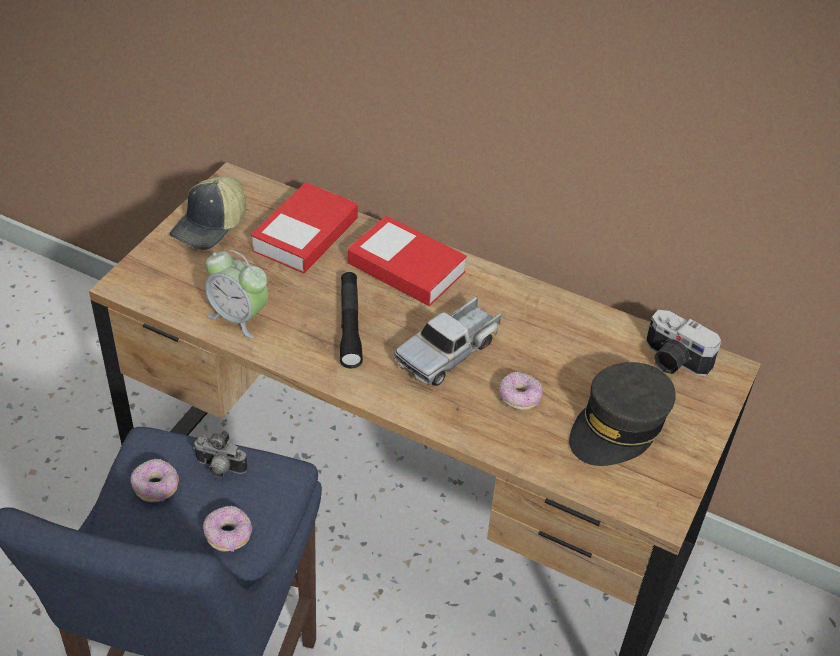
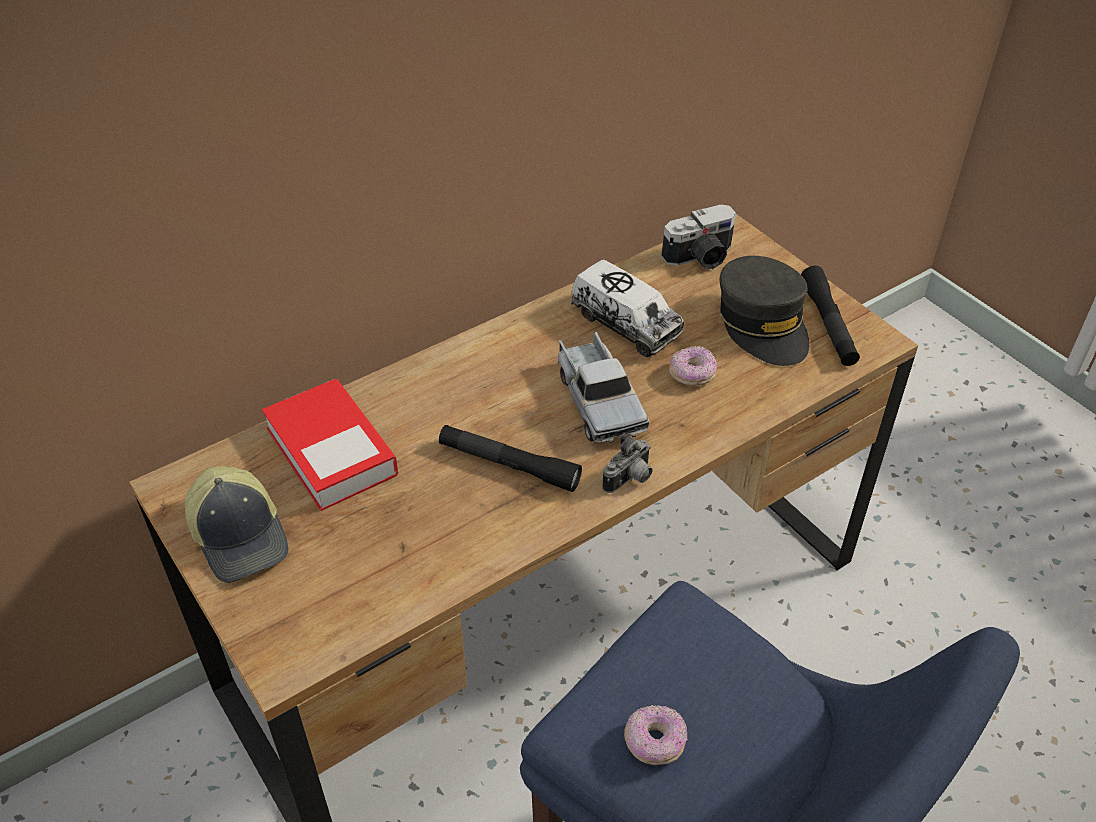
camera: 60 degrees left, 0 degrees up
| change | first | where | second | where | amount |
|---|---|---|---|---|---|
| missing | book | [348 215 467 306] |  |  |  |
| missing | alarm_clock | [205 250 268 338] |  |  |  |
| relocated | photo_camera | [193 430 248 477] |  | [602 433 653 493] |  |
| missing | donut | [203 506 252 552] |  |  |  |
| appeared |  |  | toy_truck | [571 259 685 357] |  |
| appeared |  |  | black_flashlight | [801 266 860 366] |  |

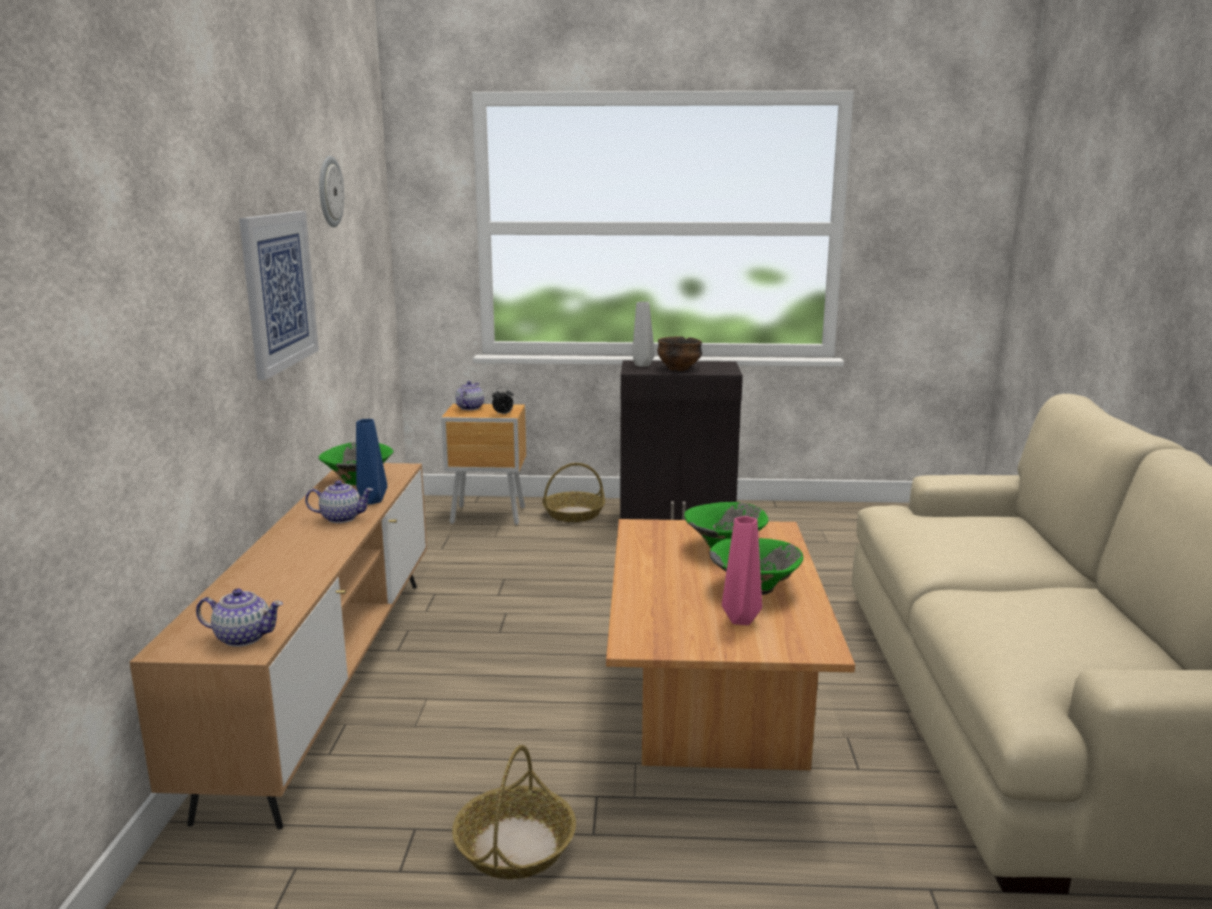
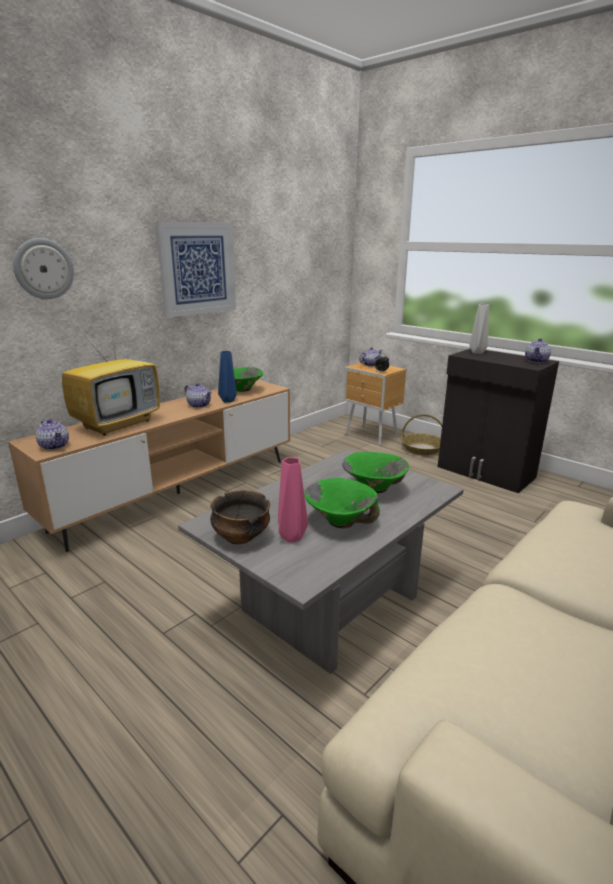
camera: 40 degrees right, 5 degrees up
| change | first | where | second | where | amount |
|---|---|---|---|---|---|
| relocated | wall_clock | [319 156 344 228] |  | [13 238 74 299] |  |
| relocated | bowl | [657 336 702 371] |  | [210 490 270 544] |  |
| colour | brown_coffee_table | [606 519 855 770] | grey_coffee_table | [178 449 464 674] |  |
| missing | basket | [452 745 576 879] |  |  |  |
| appeared |  |  | television | [62 321 160 436] |  |
| appeared |  |  | teapot | [525 338 551 363] |  |

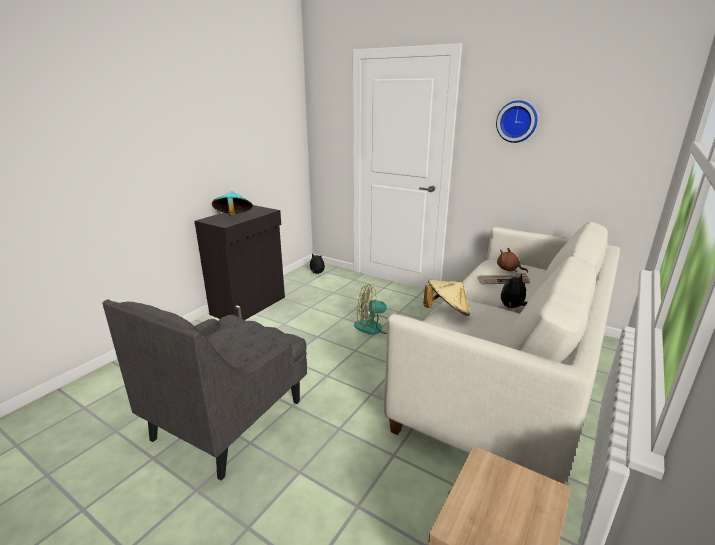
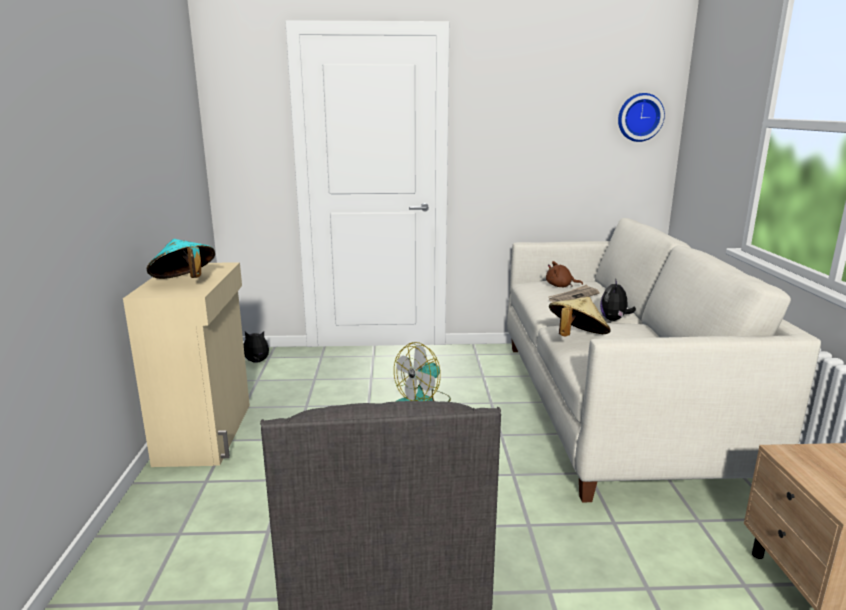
camera: 35 degrees left, 5 degrees down
| change | first | where | second | where | amount |
|---|---|---|---|---|---|
| relocated | wall_clock | [496 100 538 143] |  | [618 93 665 142] |  |
| colour | black_cabinet | [194 205 285 320] | beige_cabinet | [123 262 250 467] |  |

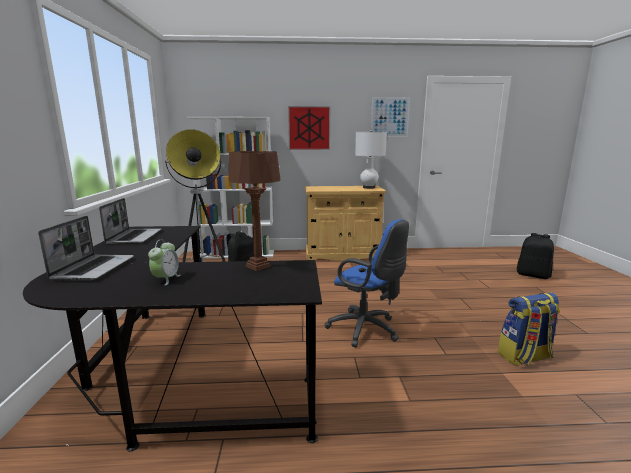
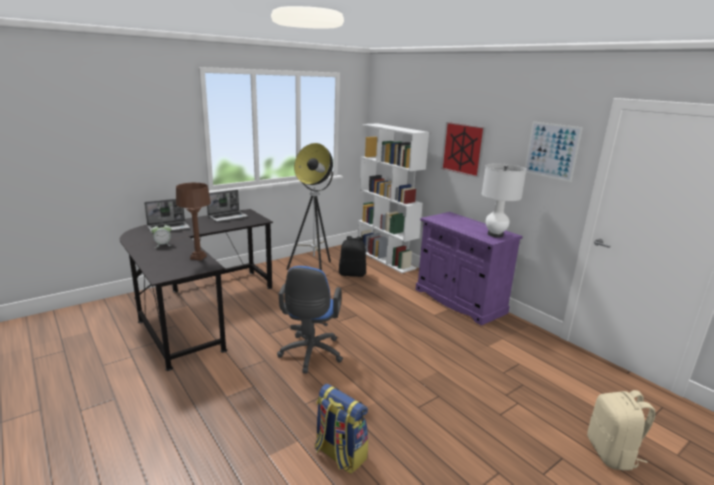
camera: 55 degrees right, 5 degrees up
| change | first | where | second | where | amount |
|---|---|---|---|---|---|
| colour | beige_cabinet | [305 186 387 261] | purple_cabinet | [416 212 523 326] |  |
| colour | black_backpack | [517 233 554 279] | beige_backpack | [587 390 656 471] |  |

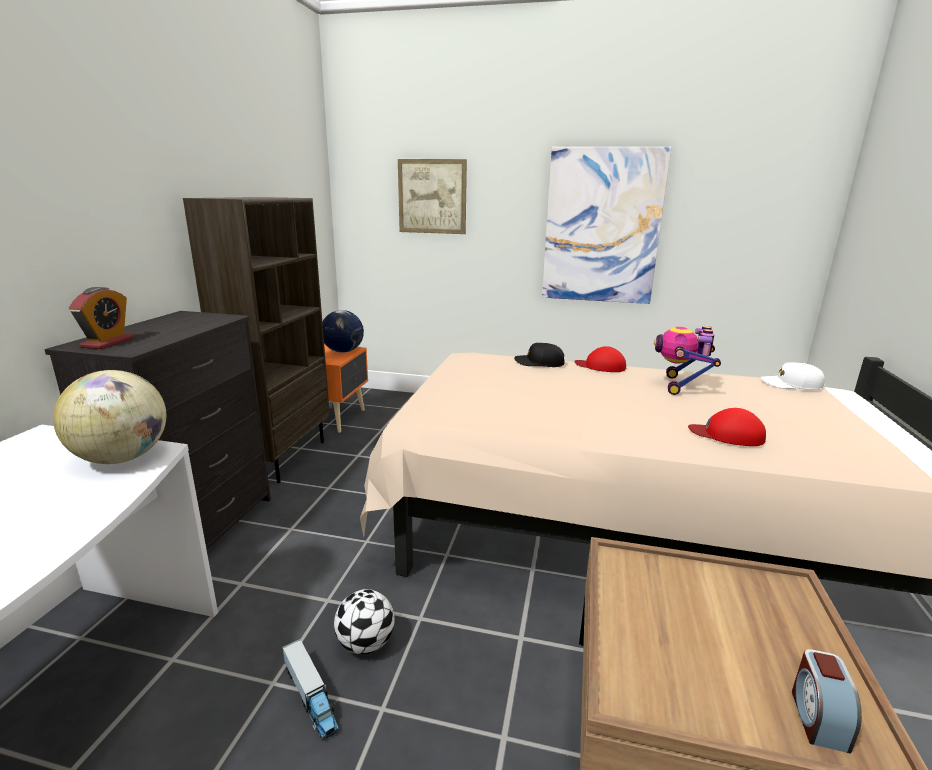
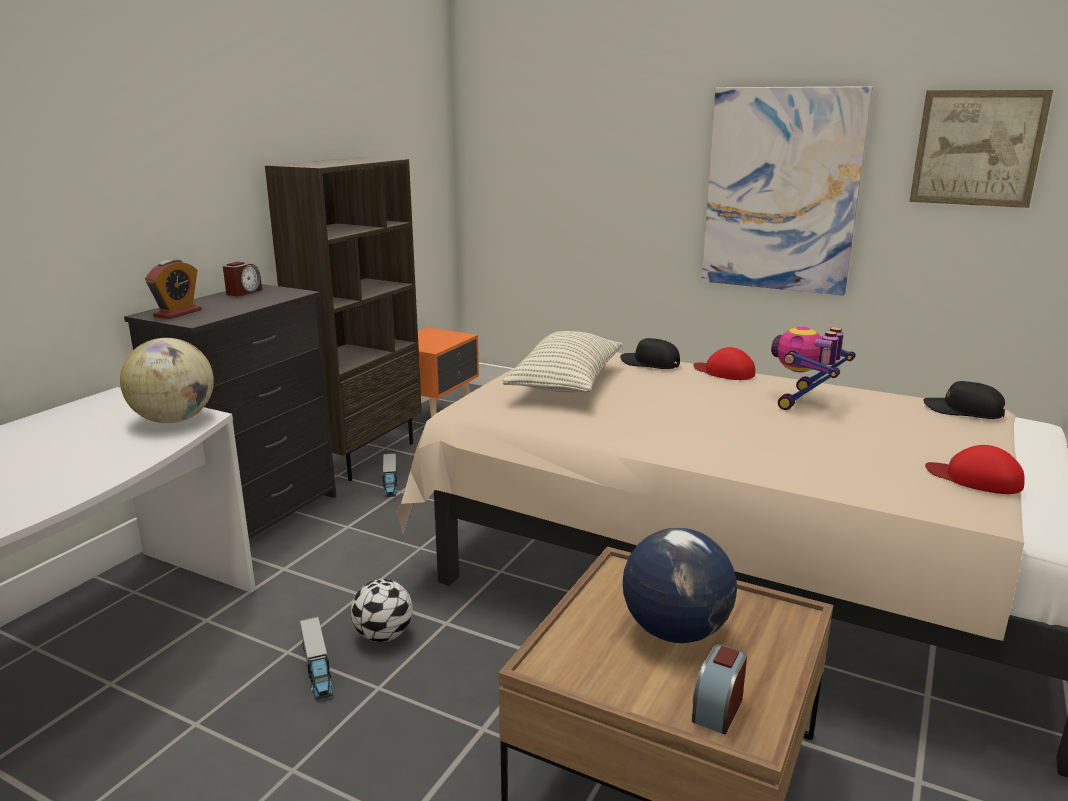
camera: 15 degrees right, 0 degrees up
| change | first | where | second | where | amount |
|---|---|---|---|---|---|
| relocated | picture | [398 159 467 234] |  | [909 90 1053 208] |  |
| relocated | globe | [322 310 364 353] |  | [623 528 737 643] |  |
| colour | white_cap | [761 362 825 390] | black_cap | [923 381 1005 419] |  |
| relocated | red_cap | [688 408 766 446] |  | [925 445 1025 494] |  |
| appeared |  |  | alarm_clock | [223 262 262 296] |  |
| appeared |  |  | pillow | [503 331 623 393] |  |
| appeared |  |  | toy_truck | [383 453 397 497] |  |

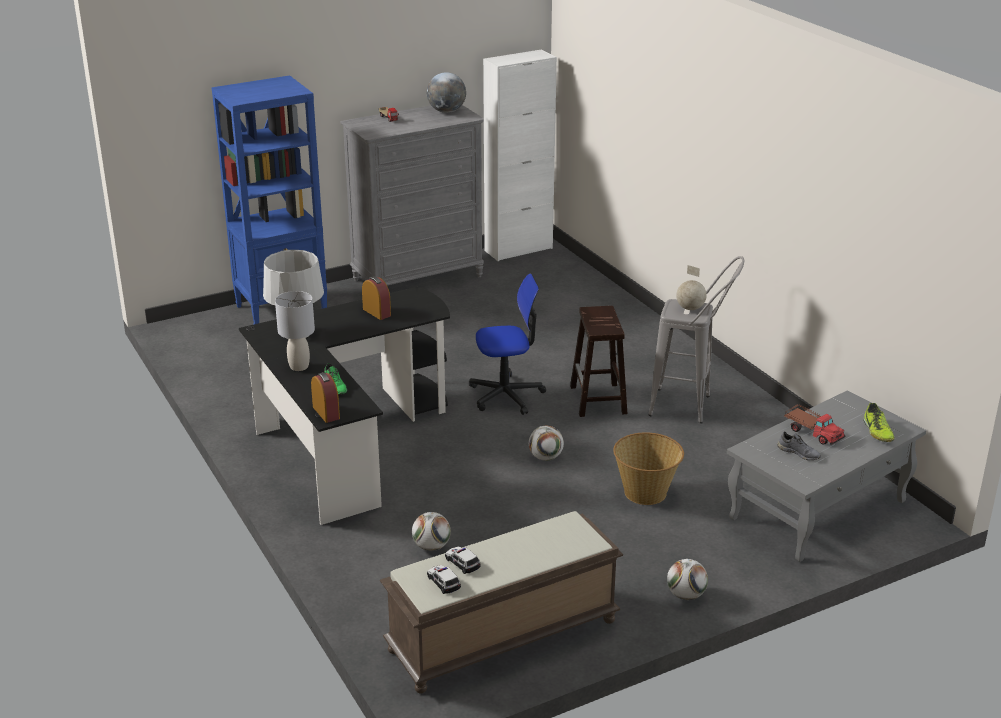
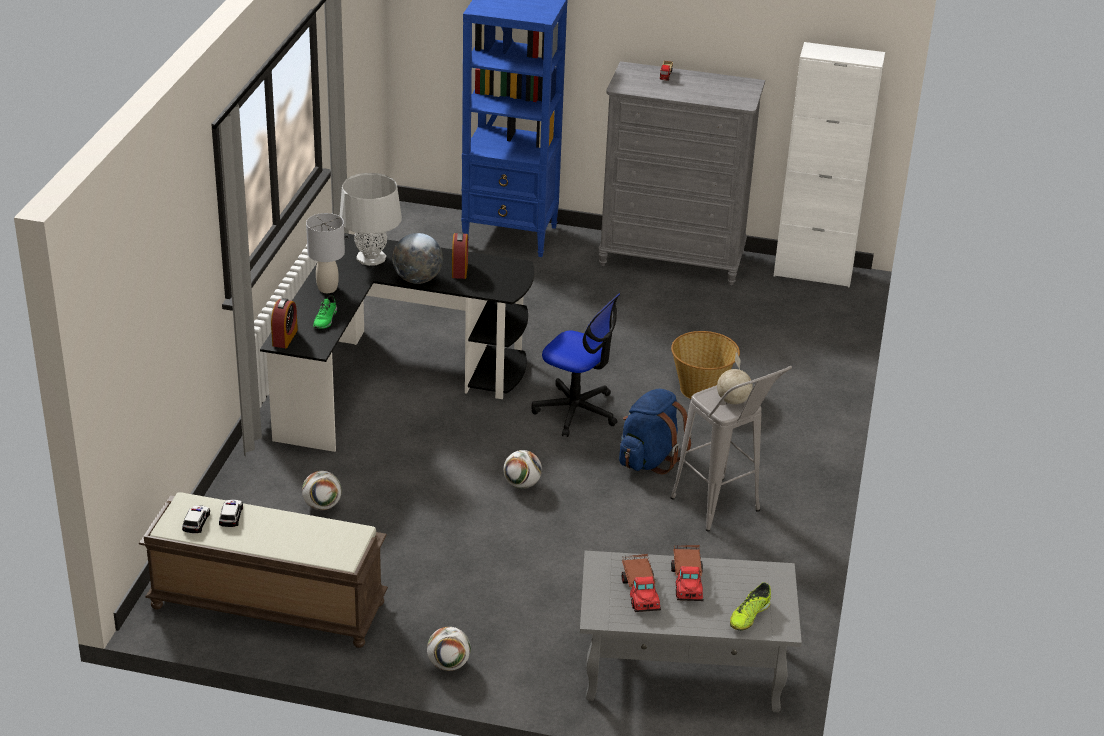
camera: 40 degrees right, 5 degrees up
| change | first | where | second | where | amount |
|---|---|---|---|---|---|
| relocated | globe | [427 72 466 113] |  | [392 233 443 284] |  |
| exchanged | brown_stool | [570 306 628 417] | blue_backpack | [619 389 691 475] |  |
| exchanged | grey_shoe | [777 432 821 460] | toy_truck | [622 554 661 612] |  |
| relocated | basket | [613 433 684 505] |  | [671 331 740 399] |  |

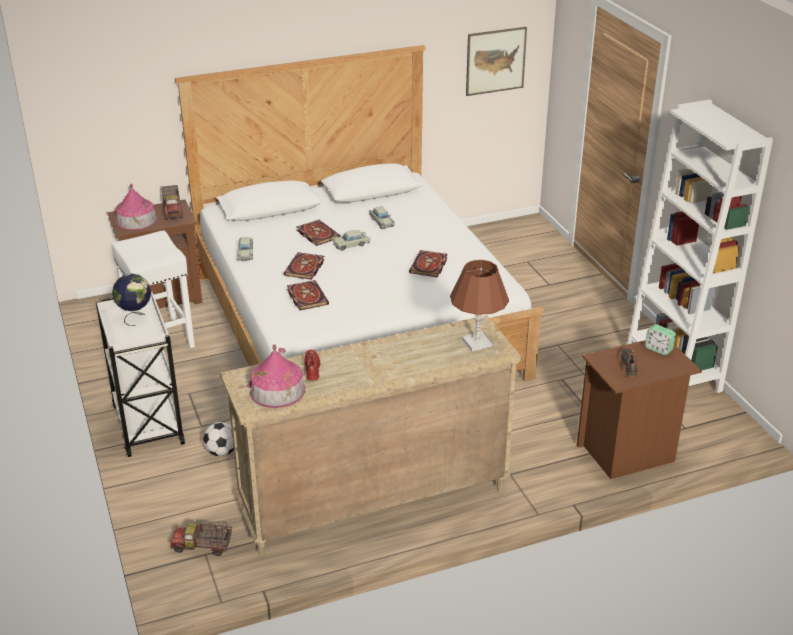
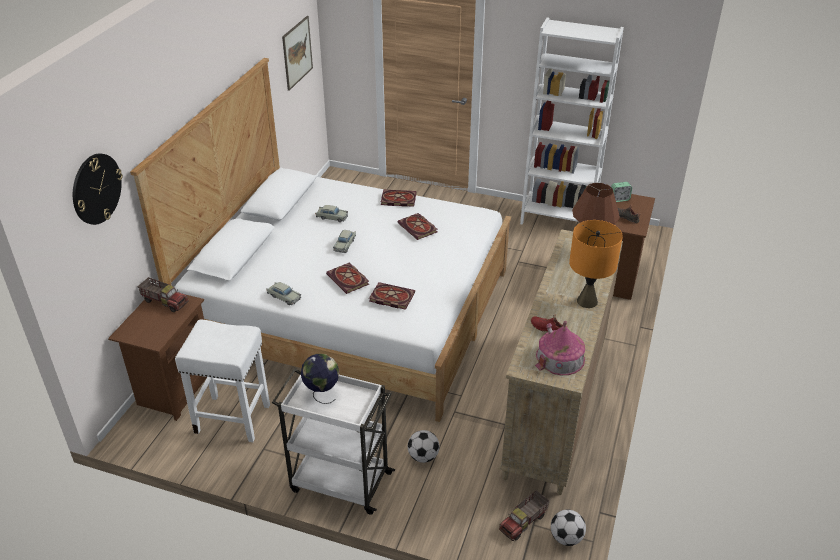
camera: 50 degrees left, 5 degrees up
| change | first | where | second | where | amount |
|---|---|---|---|---|---|
| missing | toy_house | [115 184 157 230] |  |  |  |
| relocated | book | [297 220 340 246] |  | [381 190 416 207] |  |
| appeared |  |  | wall_clock | [73 154 123 225] |  |
| appeared |  |  | orange_table_lamp | [569 220 623 308] |  |
| appeared |  |  | football | [551 510 586 546] |  |

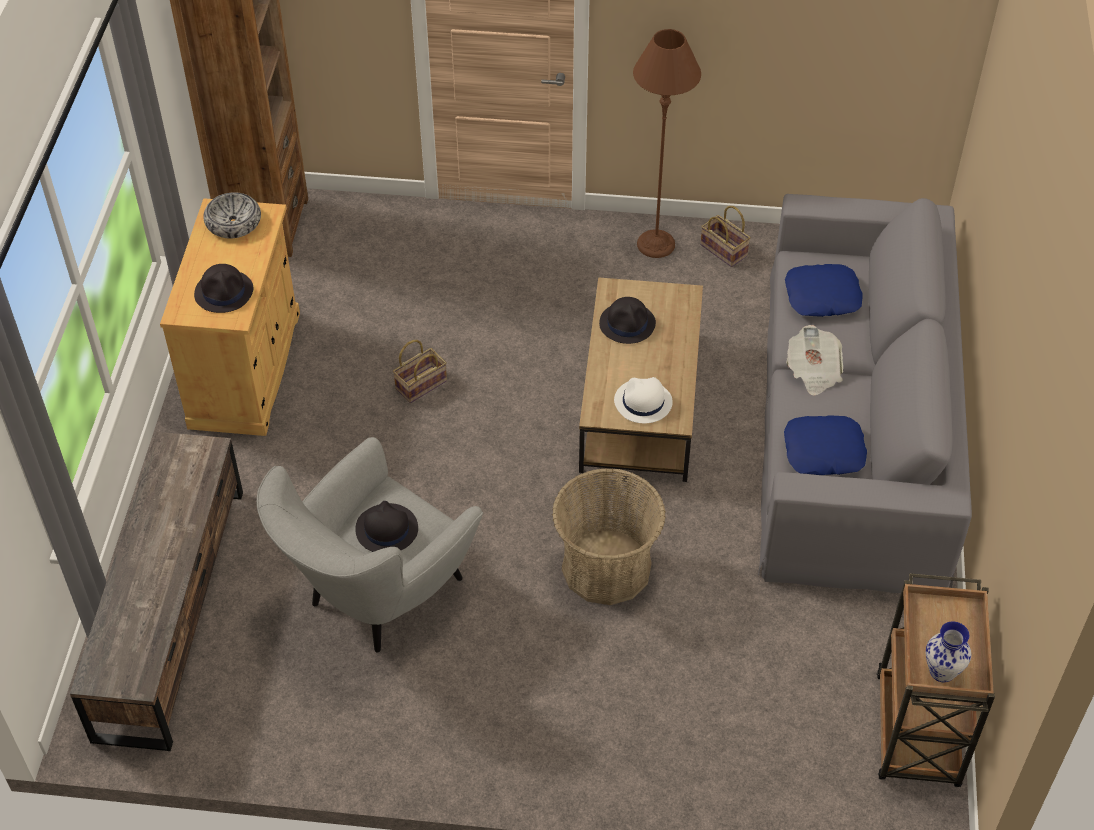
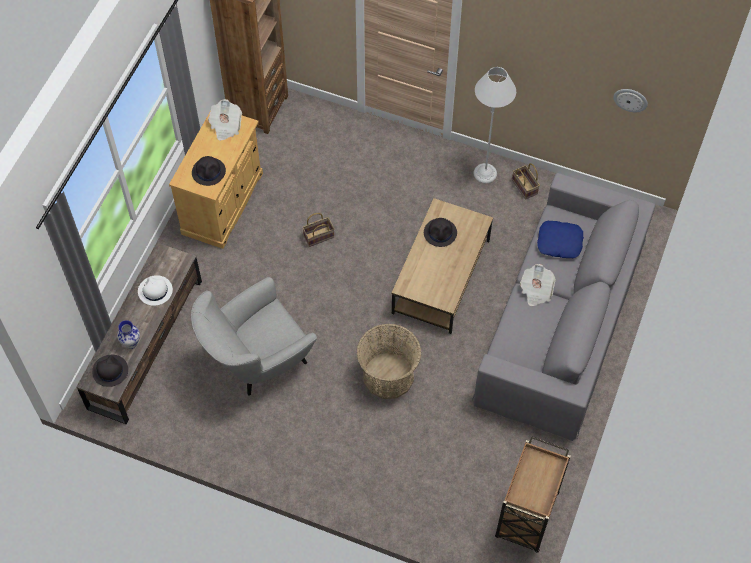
camera: 15 degrees right, 10 degrees up
| change | first | where | second | where | amount |
|---|---|---|---|---|---|
| colour | brown_floor_lamp | [633 29 701 258] | grey_floor_lamp | [473 67 516 183] |  |
| exchanged | bowl | [203 192 261 238] | newspaper | [208 99 242 141] |  |
| relocated | white_hat | [614 377 673 423] |  | [138 275 173 306] |  |
| missing | blue_pillow | [784 415 867 475] |  |  |  |
| relocated | black_hat | [355 501 418 552] |  | [92 355 128 387] |  |
| relocated | vase | [926 621 971 682] |  | [117 320 140 349] |  |
| appeared |  |  | wall_clock | [613 89 648 112] |  |

